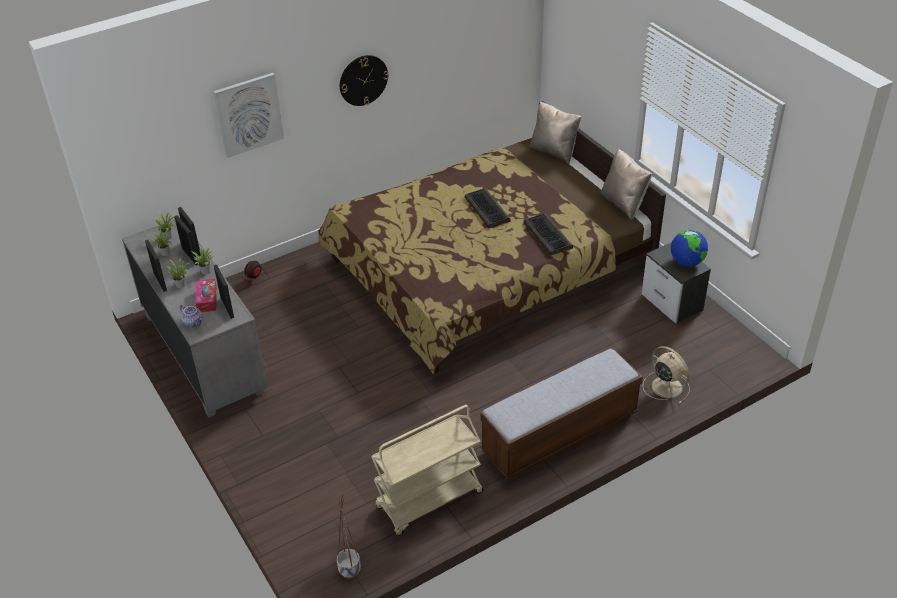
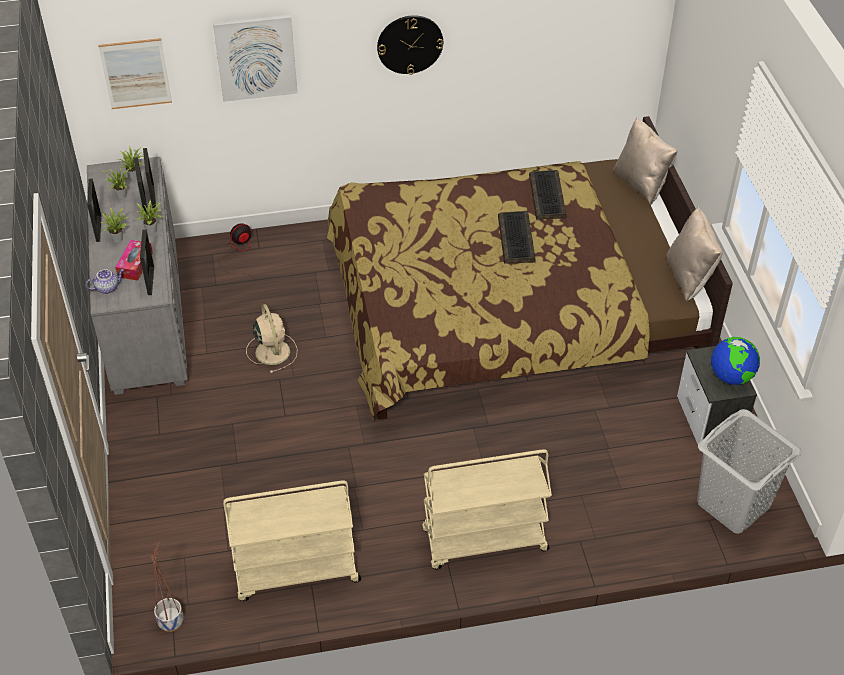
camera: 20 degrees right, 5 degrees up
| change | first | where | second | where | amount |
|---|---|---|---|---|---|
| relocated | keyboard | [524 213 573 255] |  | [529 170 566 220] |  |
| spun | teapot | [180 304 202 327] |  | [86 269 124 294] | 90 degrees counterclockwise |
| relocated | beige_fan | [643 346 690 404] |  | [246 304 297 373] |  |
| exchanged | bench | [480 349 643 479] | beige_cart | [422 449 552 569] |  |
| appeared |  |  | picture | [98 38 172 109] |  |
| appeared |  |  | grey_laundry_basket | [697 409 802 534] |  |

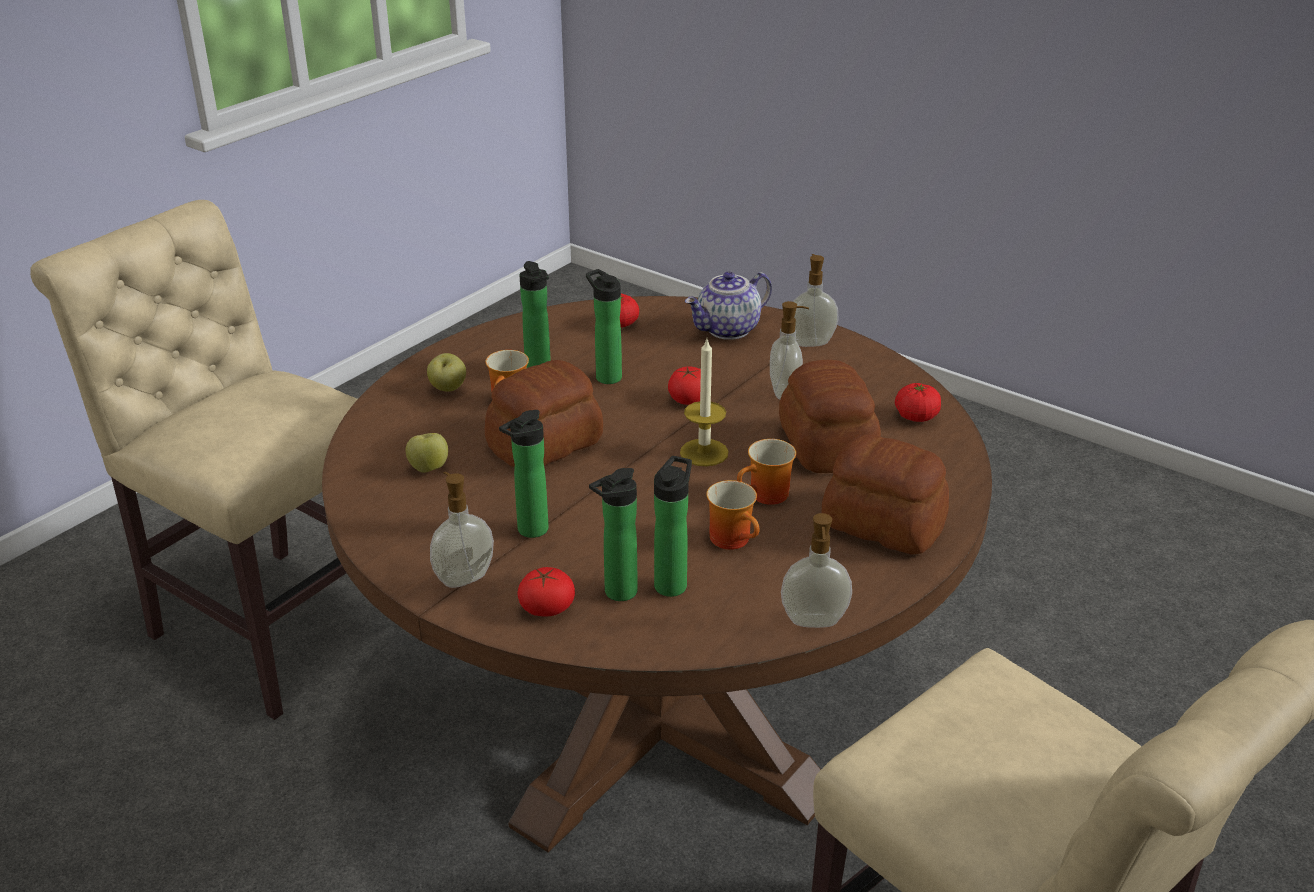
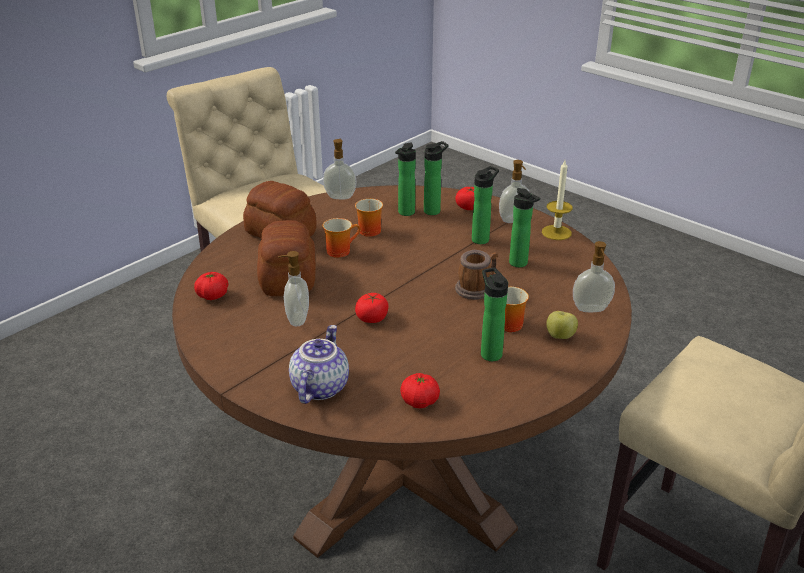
camera: 175 degrees left, 0 degrees up
| change | first | where | second | where | amount |
|---|---|---|---|---|---|
| relocated | soap_dispenser | [793 254 838 347] |  | [573 241 615 312] |  |
| relocated | bottle | [586 269 622 384] |  | [509 188 540 267] |  |
| spun | teapot | [685 272 772 340] |  | [289 325 349 404] | 45 degrees counterclockwise |
| relocated | candle | [680 339 729 466] |  | [542 160 573 240] |  |
| exchanged | bread | [485 360 603 467] | mug | [455 250 498 300] |  |
| missing | apple | [406 433 448 473] |  |  |  |

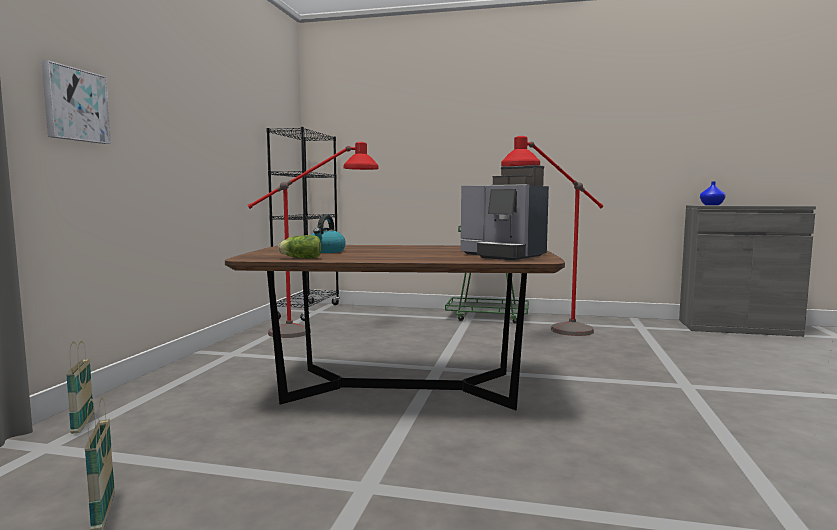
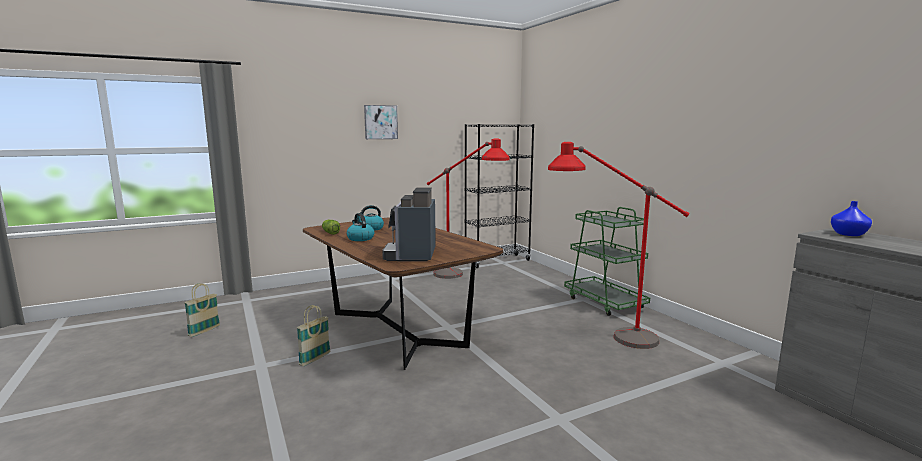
camera: 50 degrees right, 5 degrees up
| change | first | where | second | where | amount |
|---|---|---|---|---|---|
| relocated | picture | [42 60 111 144] |  | [364 105 398 139] |  |
| relocated | basket | [66 341 94 434] |  | [297 305 330 366] |  |
| appeared |  |  | kettle | [347 213 374 241] |  |

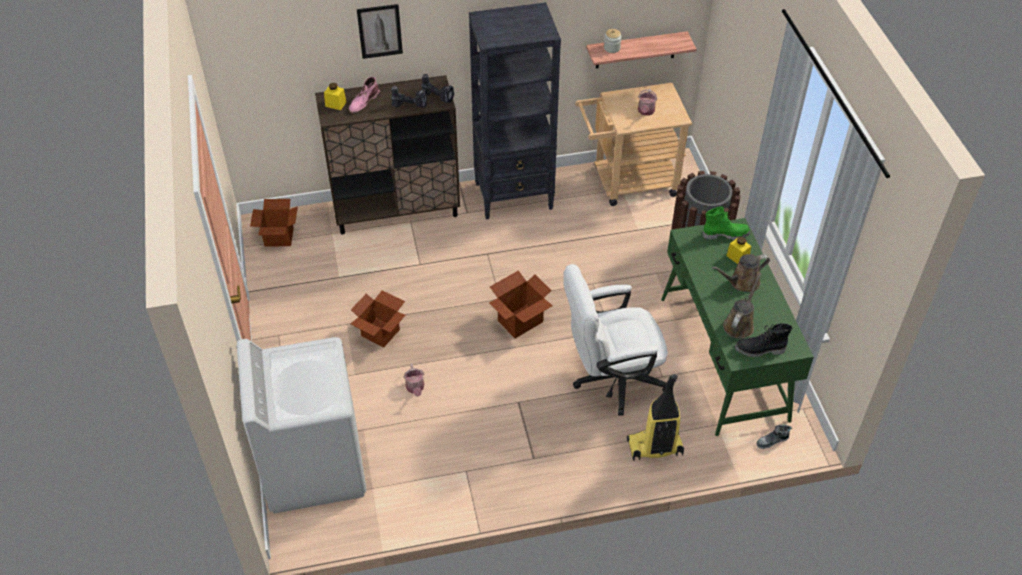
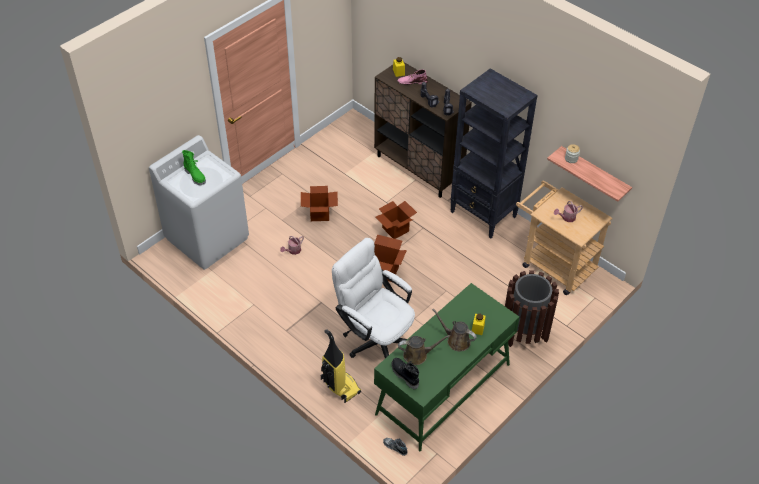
camera: 55 degrees right, 0 degrees up
| change | first | where | second | where | amount |
|---|---|---|---|---|---|
| missing | picture | [357 4 403 59] |  |  |  |
| relocated | cardboard_box | [250 199 298 247] |  | [376 201 417 239] |  |
| relocated | green_boot | [703 206 750 240] |  | [182 150 206 185] |  |

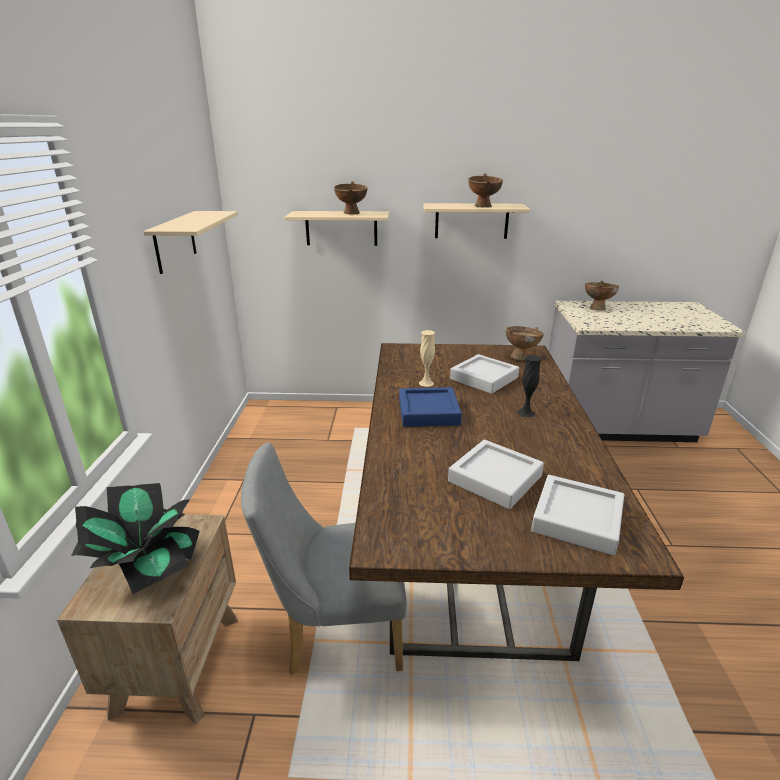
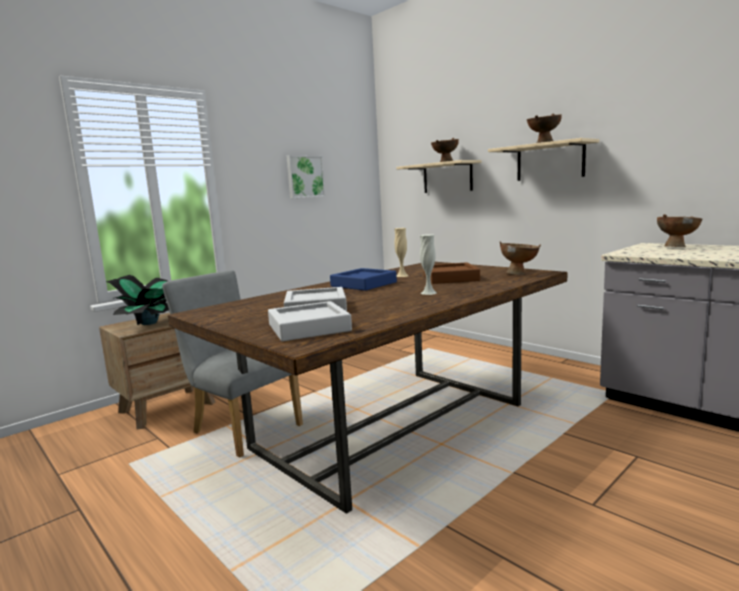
camera: 45 degrees right, 15 degrees down
| change | first | where | second | where | amount |
|---|---|---|---|---|---|
| exchanged | beige_shelf | [143 211 238 274] | picture | [287 155 326 199] |  |
| colour | grey_tray | [450 354 519 394] | brown_tray | [424 262 480 284] |  |
| colour | black_vase | [518 355 542 418] | white_vase | [420 234 437 295] |  |

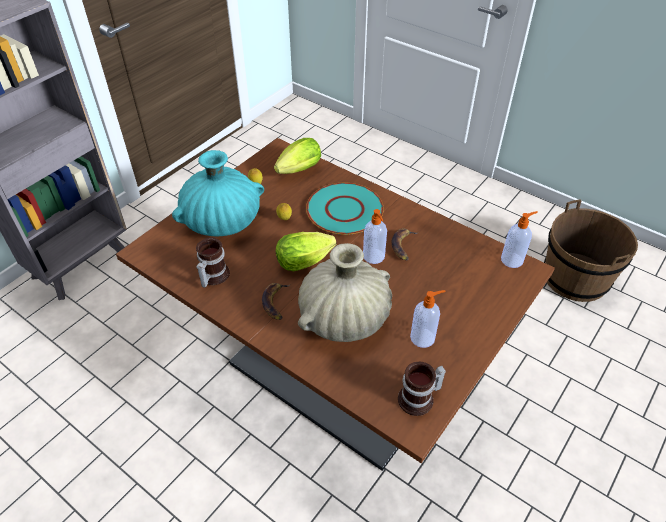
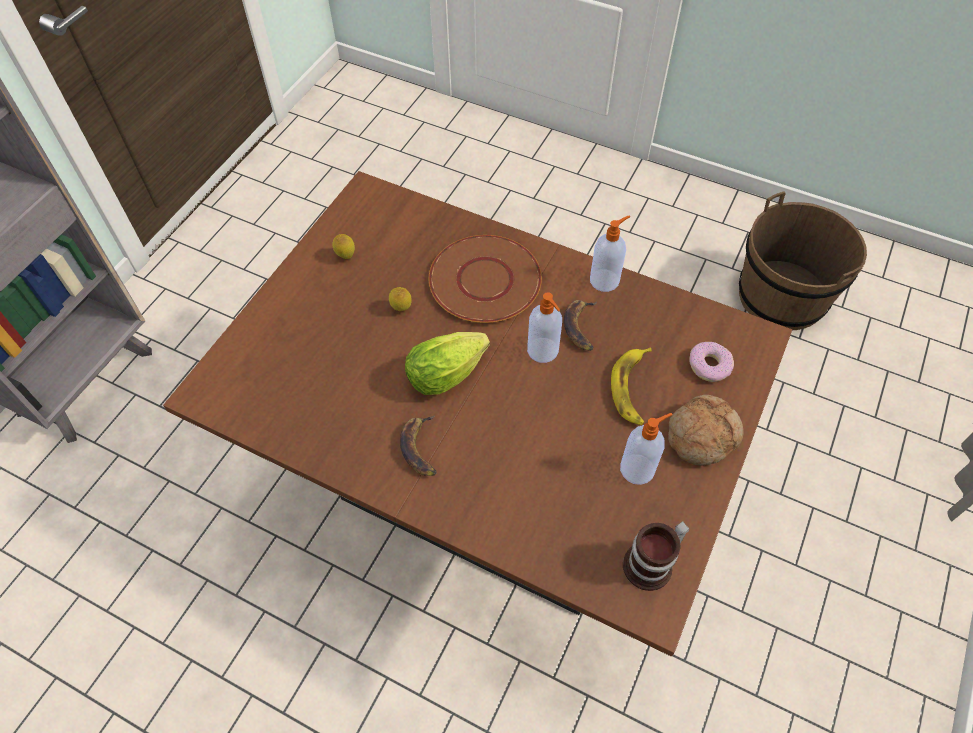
camera: 10 degrees left, 10 degrees up
| change | first | where | second | where | amount |
|---|---|---|---|---|---|
| missing | lettuce | [274 138 321 174] |  |  |  |
| missing | turquoise_vase | [172 150 264 236] |  |  |  |
| colour | turquoise_plate | [306 183 384 235] | brown_plate | [429 235 542 323] |  |
| relocated | soap_dispenser | [501 211 538 268] |  | [590 216 630 292] |  |
| missing | mug | [196 237 230 288] |  |  |  |
| missing | beige_vase | [298 243 392 342] |  |  |  |
| appeared |  |  | donut | [689 342 734 382] |  |
| appeared |  |  | banana | [611 348 652 425] |  |
| appeared |  |  | bread | [668 395 744 466] |  |

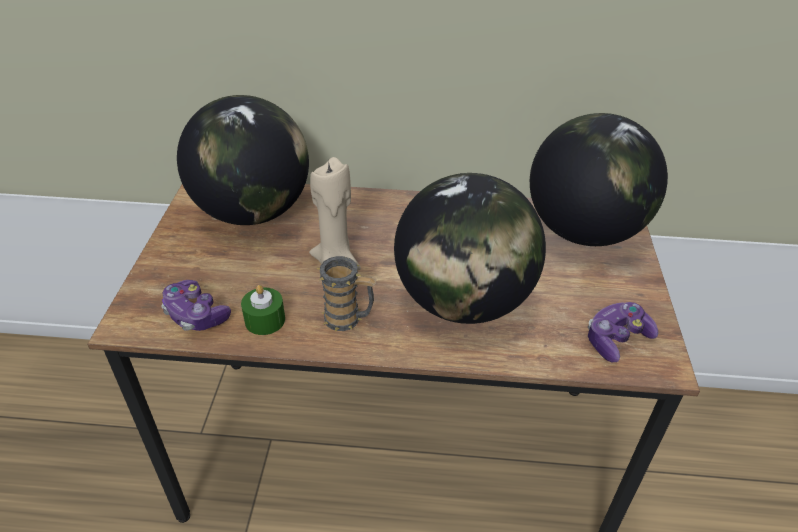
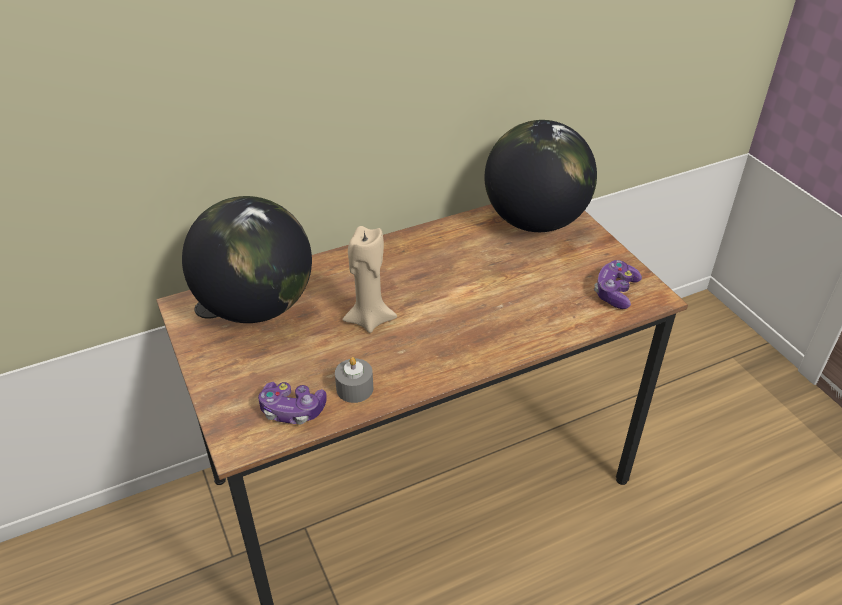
camera: 30 degrees left, 0 degrees up
| change | first | where | second | where | amount |
|---|---|---|---|---|---|
| missing | globe | [394 173 546 324] |  |  |  |
| missing | mug | [317 256 376 331] |  |  |  |
| colour | green_candle | [241 285 285 335] | grey_candle | [335 357 373 403] |  |

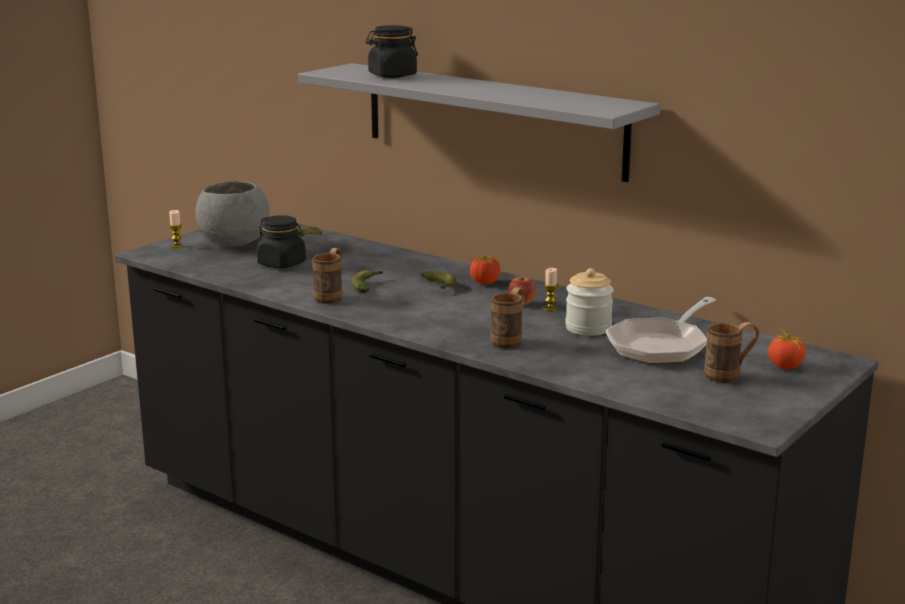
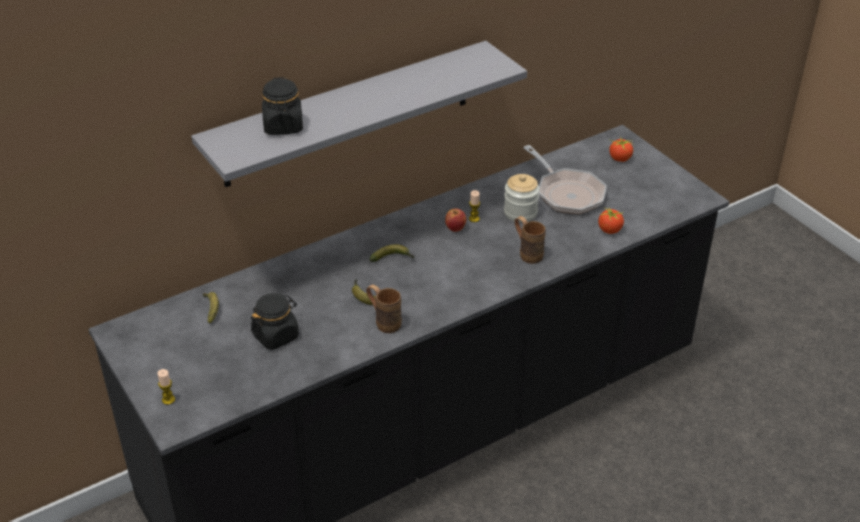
camera: 70 degrees left, 20 degrees up
| change | first | where | second | where | amount |
|---|---|---|---|---|---|
| missing | grey_bowl | [195 181 270 247] |  |  |  |
| relocated | tomato | [468 255 500 284] |  | [598 207 624 234] |  |
| missing | brown_mug | [704 322 759 383] |  |  |  |

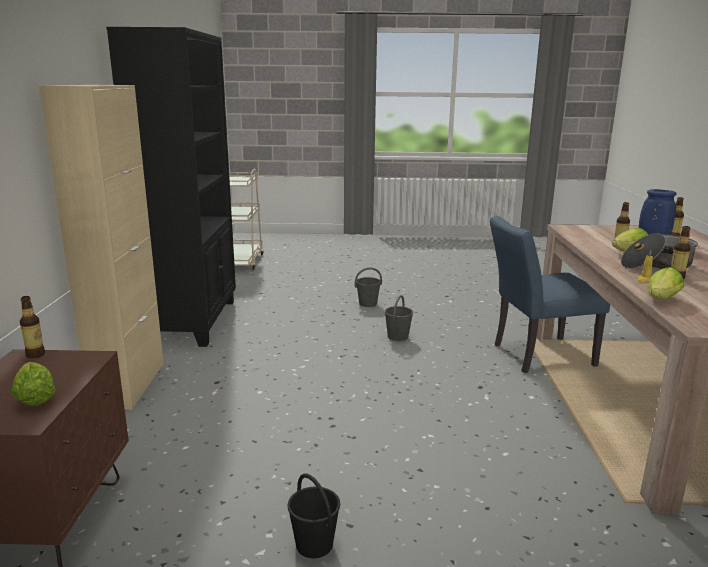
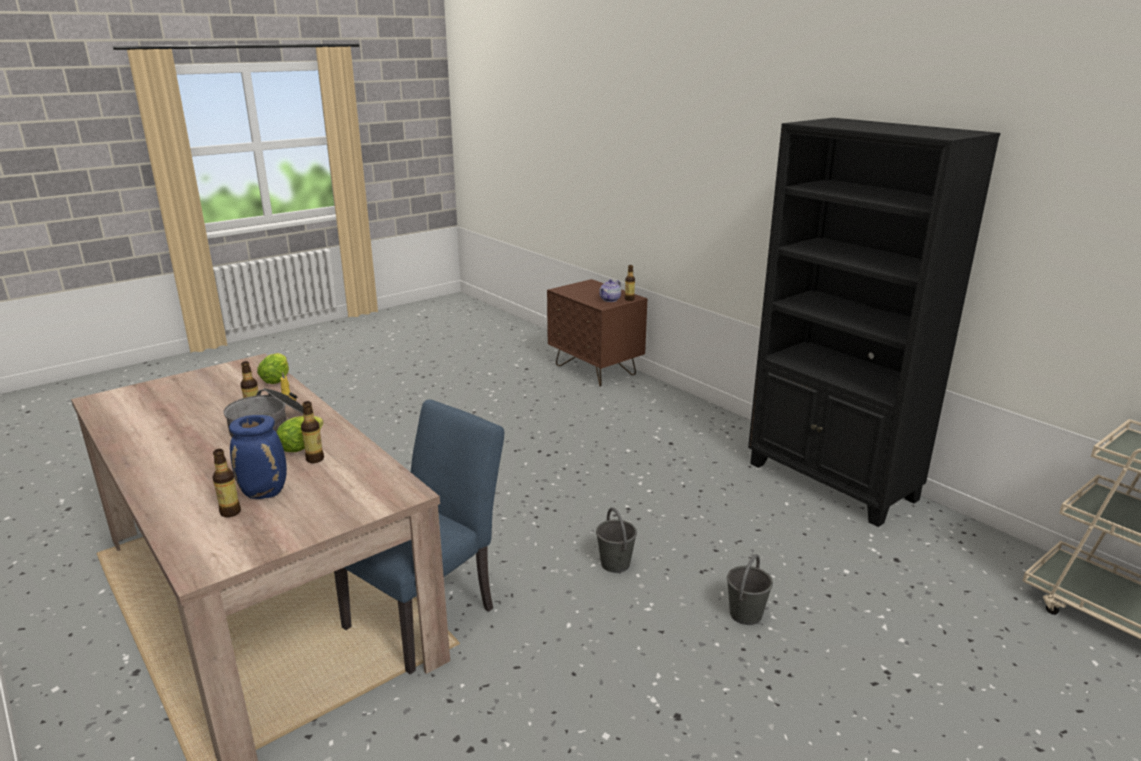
camera: 140 degrees right, 5 degrees up
| change | first | where | second | where | amount |
|---|---|---|---|---|---|
| missing | beige_cabinet | [39 85 164 410] |  |  |  |
| missing | lettuce | [12 362 55 406] |  |  |  |
| missing | black_bucket | [287 473 340 558] |  |  |  |
| appeared |  |  | teapot | [599 279 621 302] |  |

